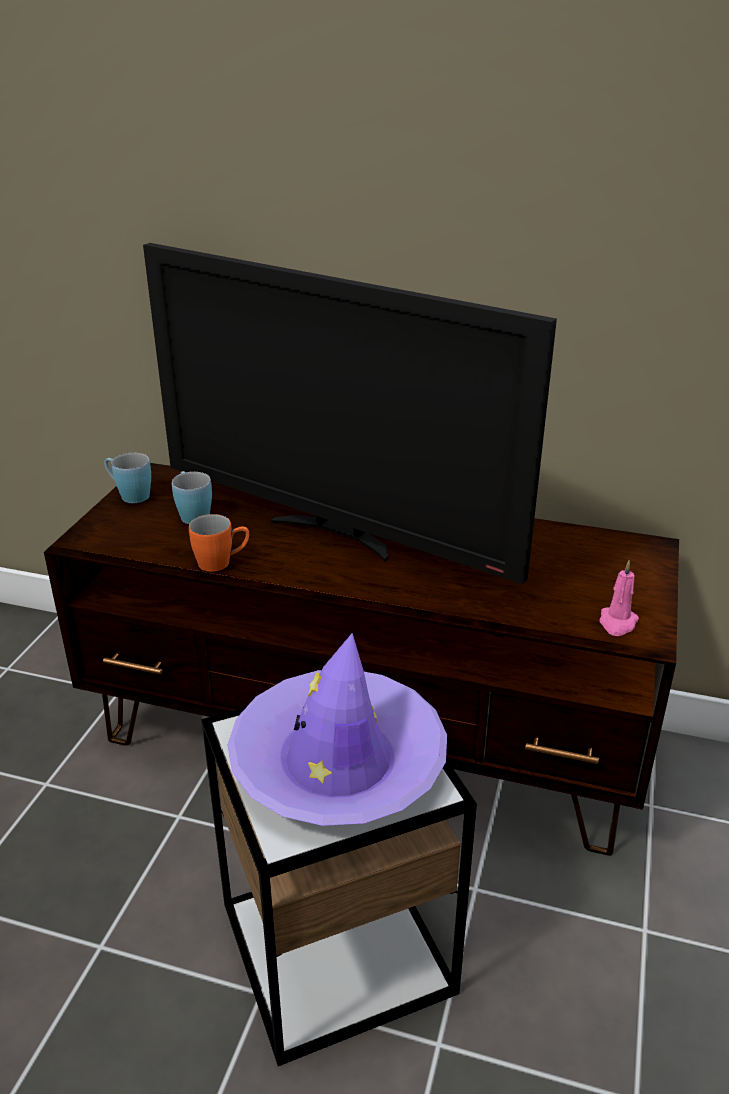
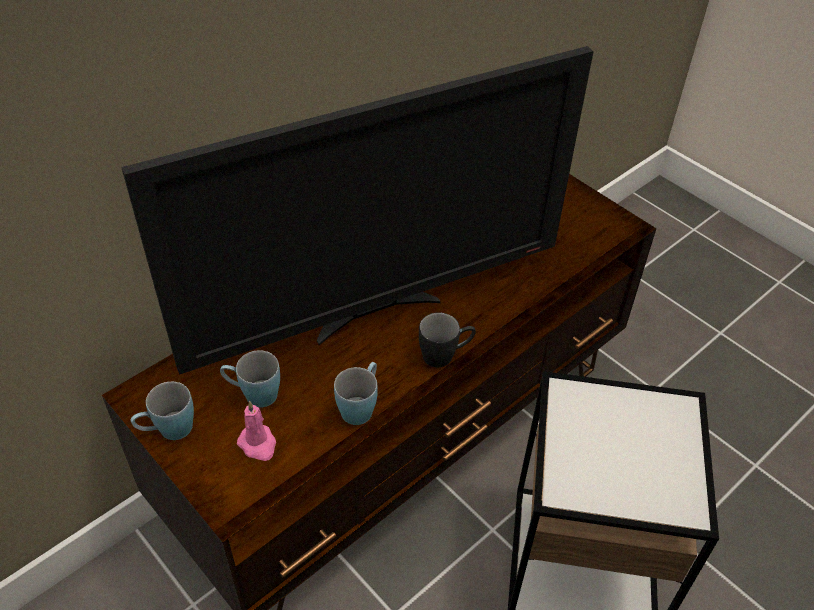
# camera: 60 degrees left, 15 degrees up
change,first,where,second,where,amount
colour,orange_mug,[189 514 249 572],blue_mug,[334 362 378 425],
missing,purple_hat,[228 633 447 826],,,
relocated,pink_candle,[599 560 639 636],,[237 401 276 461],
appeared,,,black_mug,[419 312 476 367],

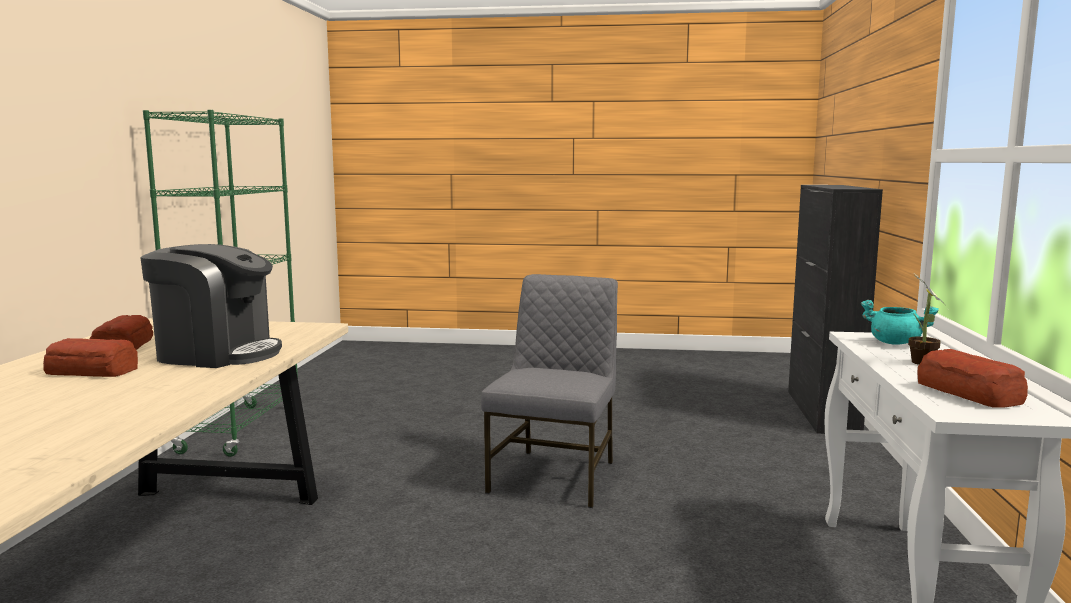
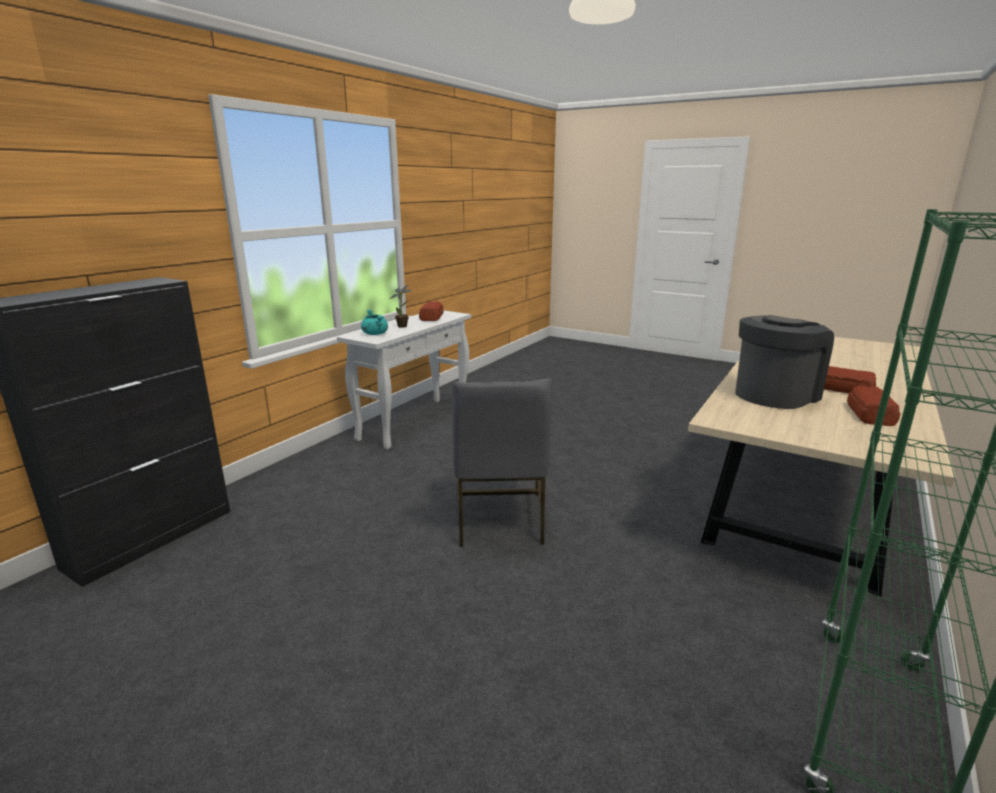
# camera: 155 degrees left, 10 degrees up
change,first,where,second,where,amount
spun,coffee_machine,[140 244 282 368],,[735 315 834 409],105 degrees clockwise
spun,grey_chair,[481 274 618 508],,[452 379 552 547],45 degrees counterclockwise

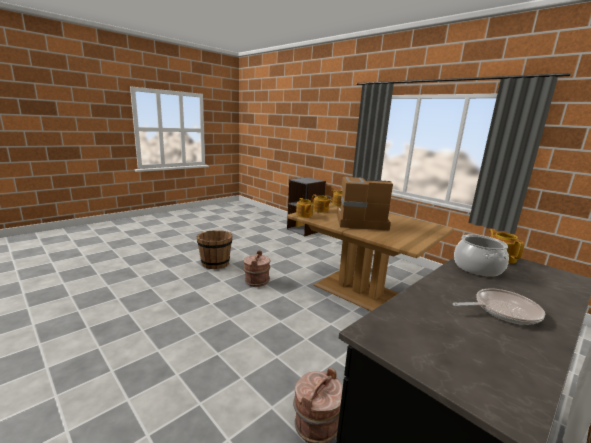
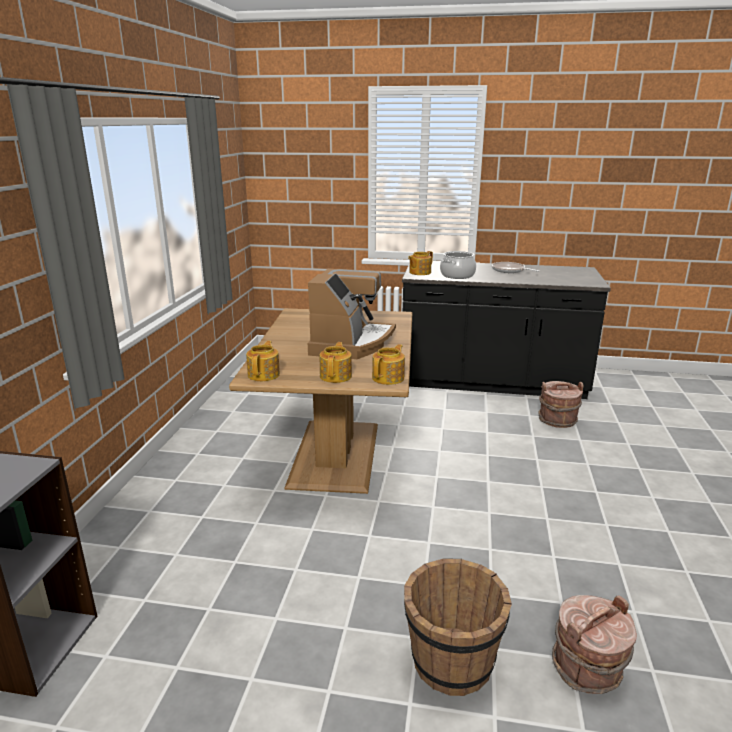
# camera: 125 degrees left, 5 degrees up
change,first,where,second,where,amount
relocated,brown_bucket,[243 251 271 287],,[552 595 637 694],
spun,coffee_machine,[337 177 393 231],,[308 269 396 359],135 degrees counterclockwise

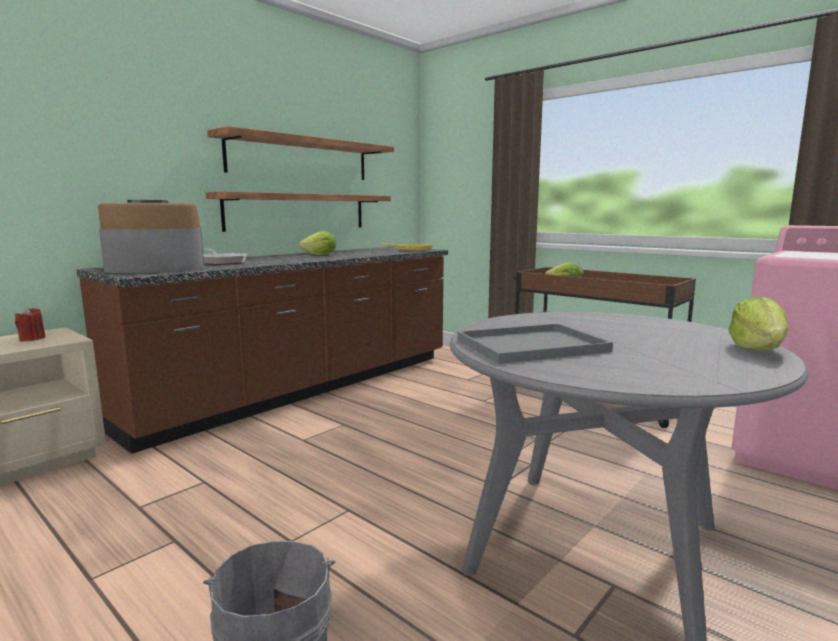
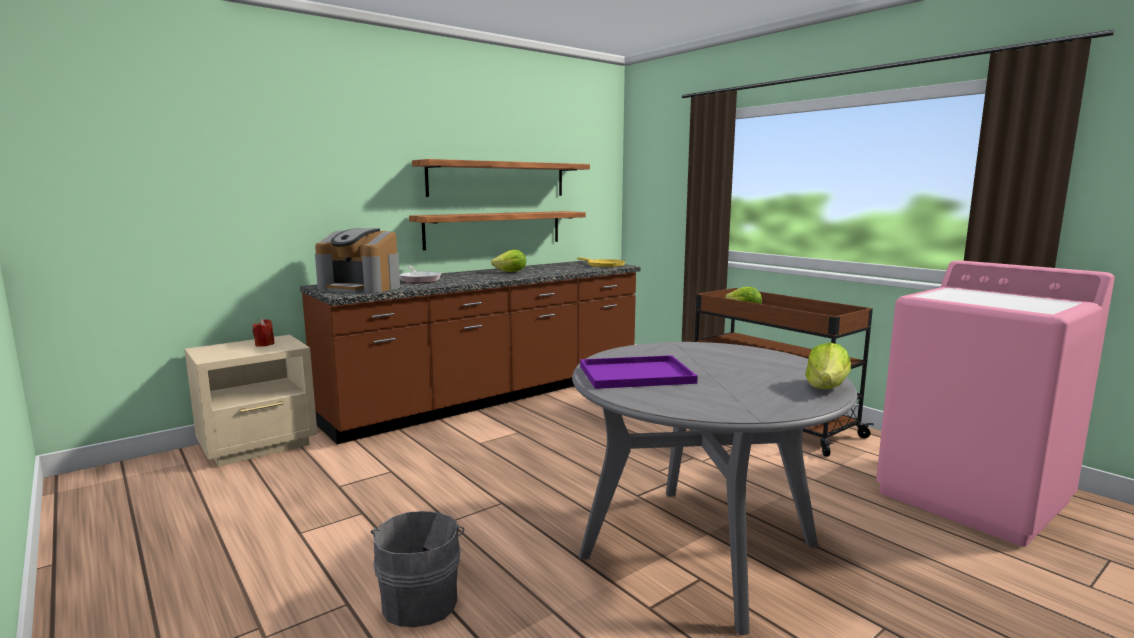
# camera: 10 degrees right, 0 degrees up
change,first,where,second,where,amount
spun,coffee_machine,[98 200 204 273],,[315 228 400 293],150 degrees counterclockwise
colour,grey_tray,[457 323 613 364],purple_tray,[580 355 698 389],

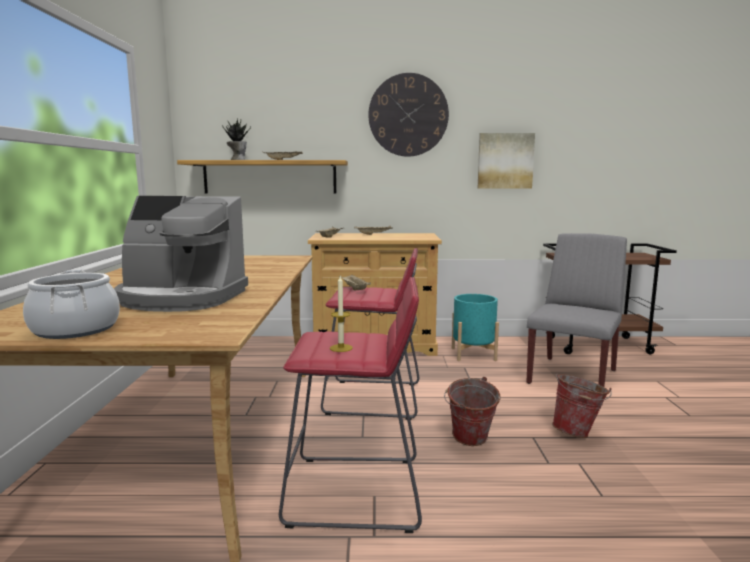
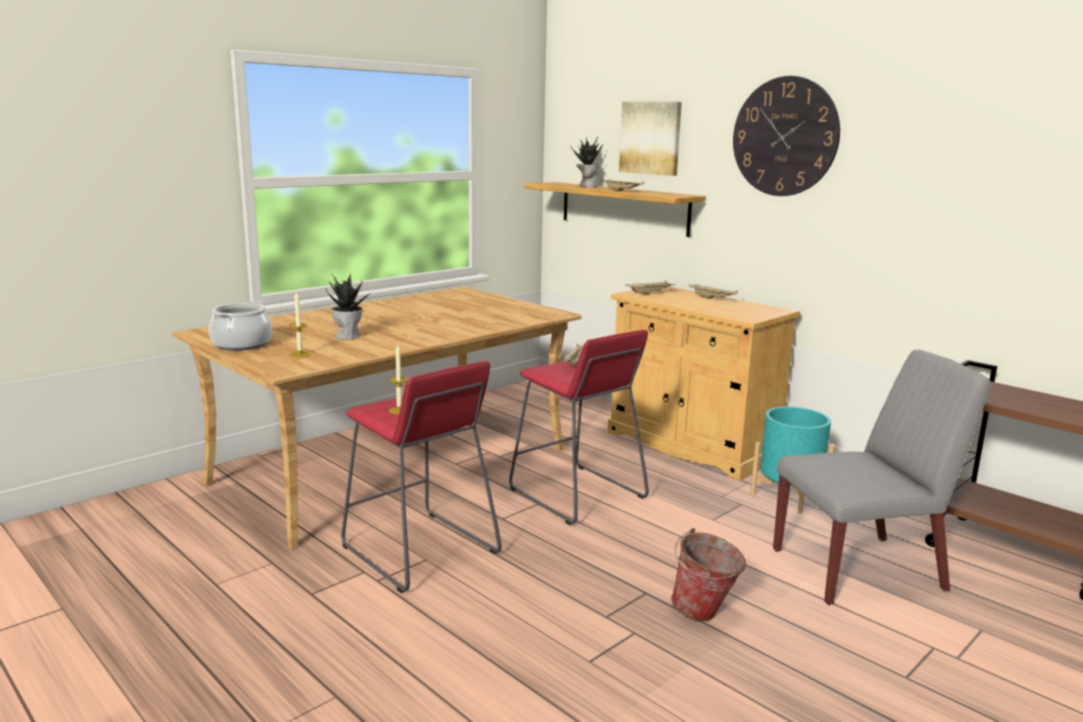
# camera: 45 degrees right, 5 degrees up
change,first,where,second,where,amount
exchanged,coffee_machine,[114 196 248 312],potted_plant,[325 274 373 339],
missing,bucket,[444 377 500 446],,,
relocated,picture,[478 133 535 189],,[619 102 682 176],
appeared,,,candle,[289 292 311 358],

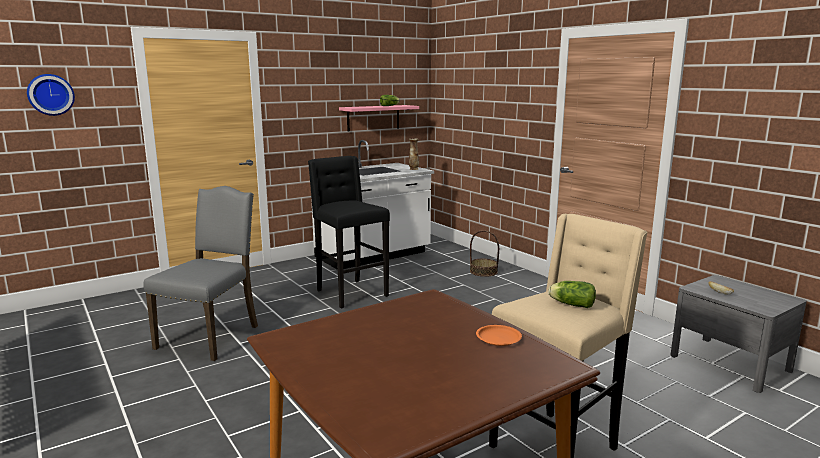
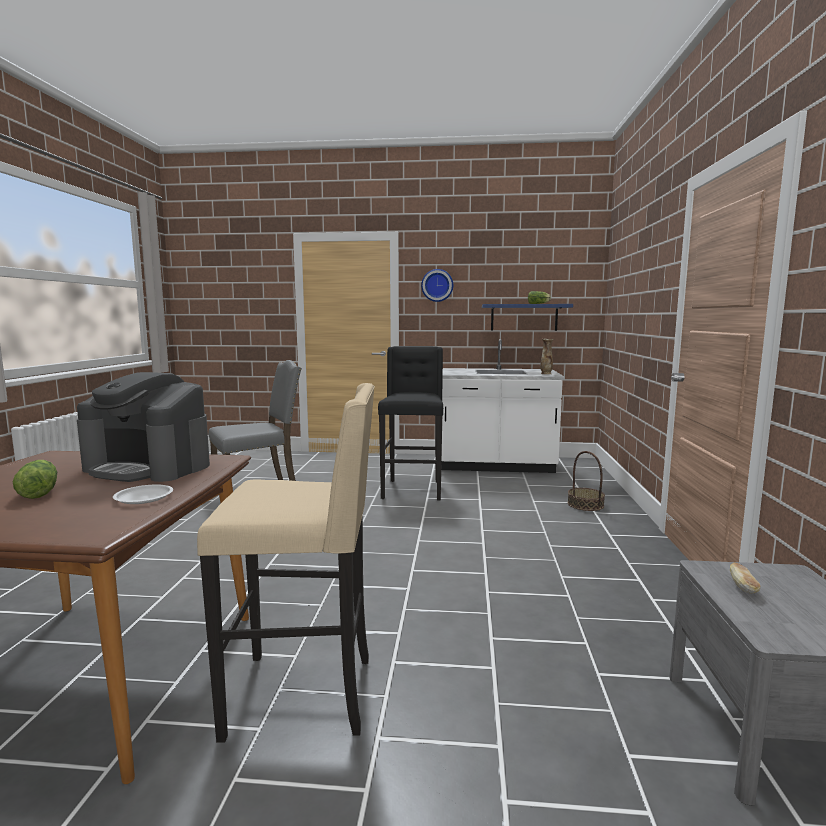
# camera: 40 degrees right, 5 degrees down
change,first,where,second,where,amount
relocated,wall_clock,[27 74 75 116],,[421 269 453 302],
colour,pink_shelf,[339 105 419 132],blue_shelf,[482 304 573 331],
colour,orange_plate,[476 325 522 346],white_plate,[113 485 173 504],
relocated,lettuce,[549 281 596 308],,[13 460 57 499],
appeared,,,coffee_machine,[77 372 210 482],

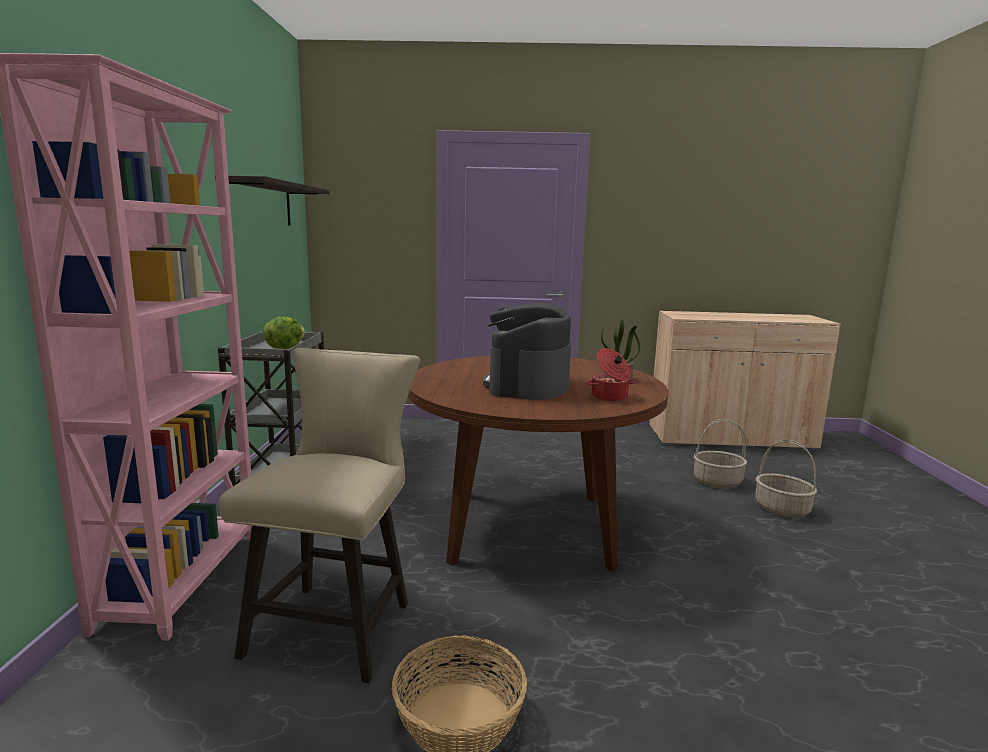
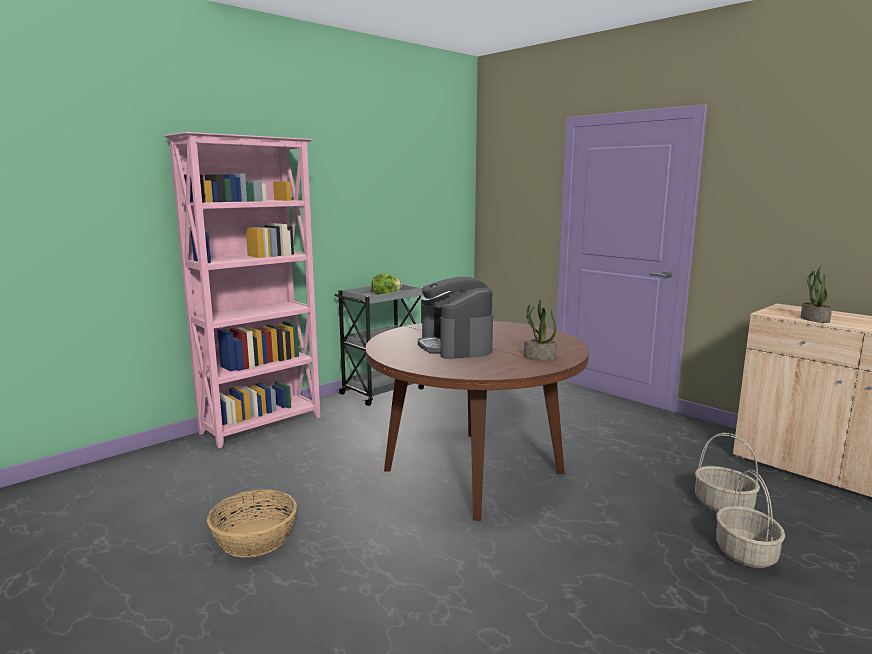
# camera: 45 degrees right, 0 degrees up
change,first,where,second,where,amount
missing,shelf,[215 175 330 226],,,
missing,beige_chair,[219 348 420 683],,,
spun,coffee_machine,[483 303 571 400],,[418 276 493 359],75 degrees counterclockwise
missing,cooking_pot,[586 348 635 402],,,
appeared,,,potted_plant,[801 266 832 323],

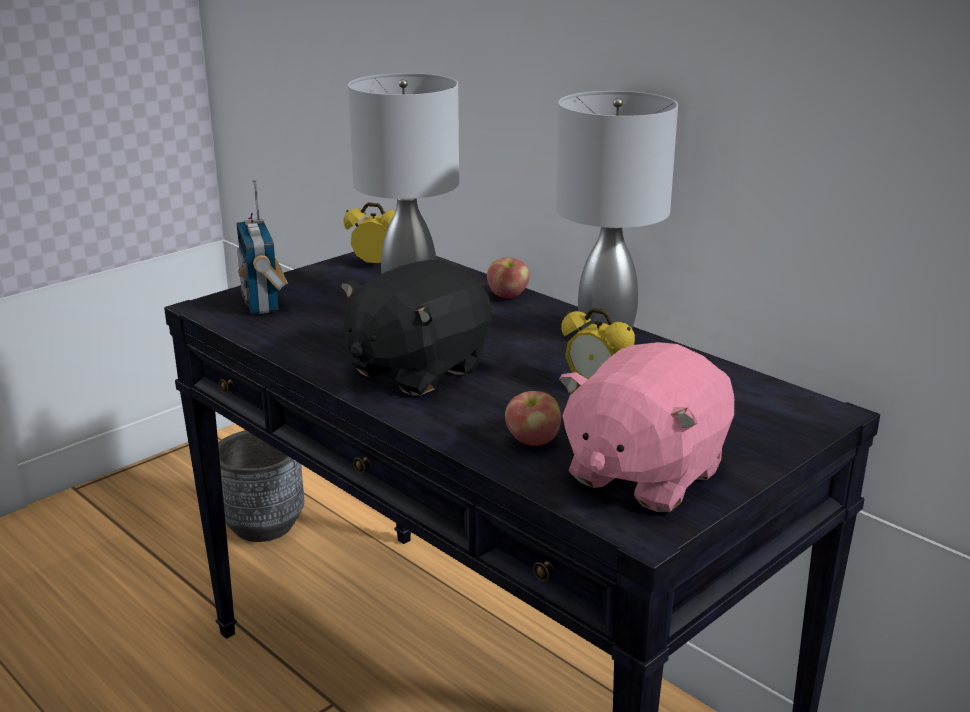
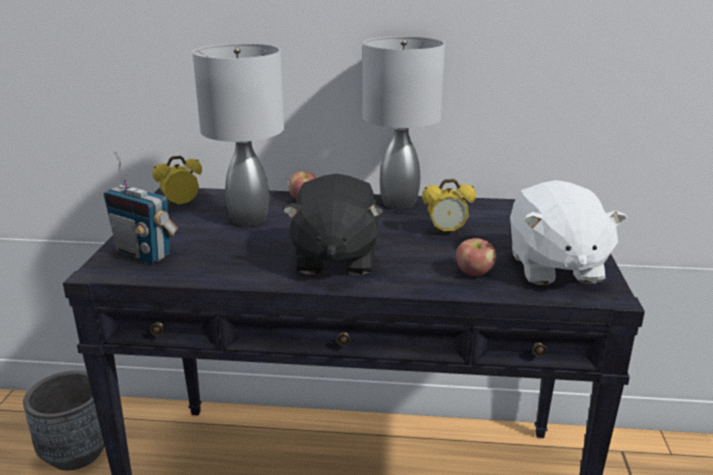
# camera: 40 degrees left, 0 degrees up
change,first,where,second,where,amount
colour,pink_plush_toy,[559 342 734 512],white_plush_toy,[510 180 627 285],

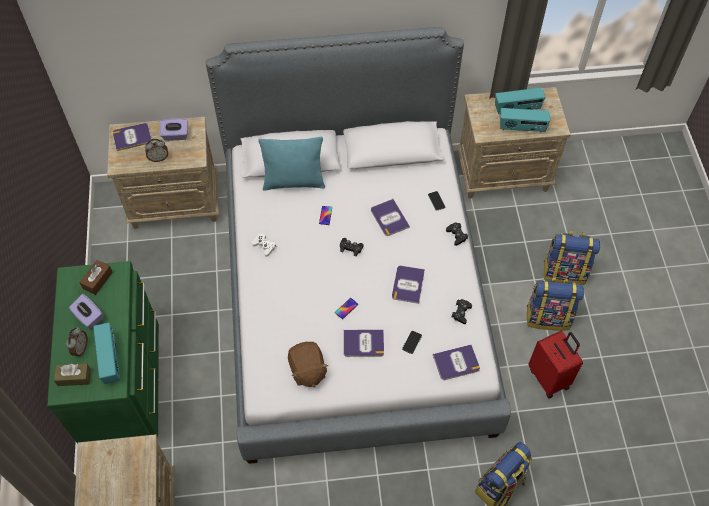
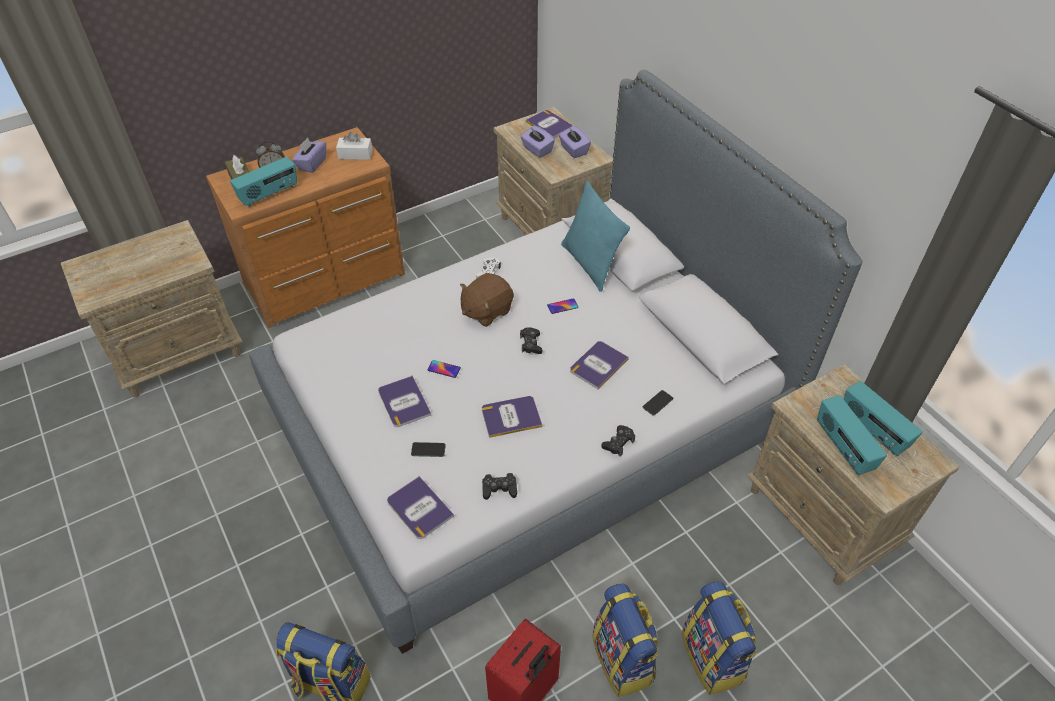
# camera: 65 degrees right, 10 degrees down
change,first,where,second,where,amount
colour,green_dresser,[47 261 159 444],brown_dresser,[206 127 405 328],
colour,brown_tissue_box,[80 260 113 295],white_tissue_box,[336 132 373 160],
exchanged,alarm_clock,[145 139 168 162],purple_tissue_box,[520 126 555 158],
relocated,brown_plush_toy,[288 342 329 388],,[460 273 514 327],

